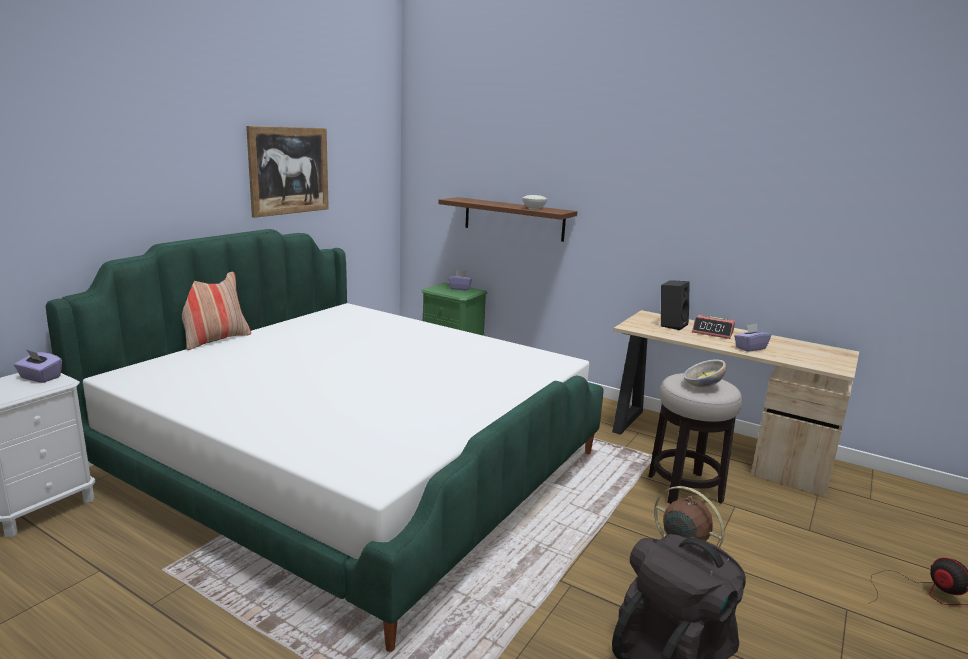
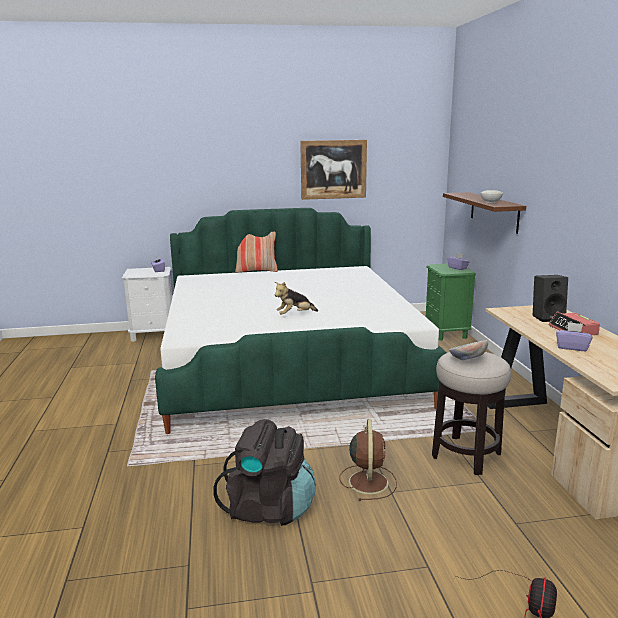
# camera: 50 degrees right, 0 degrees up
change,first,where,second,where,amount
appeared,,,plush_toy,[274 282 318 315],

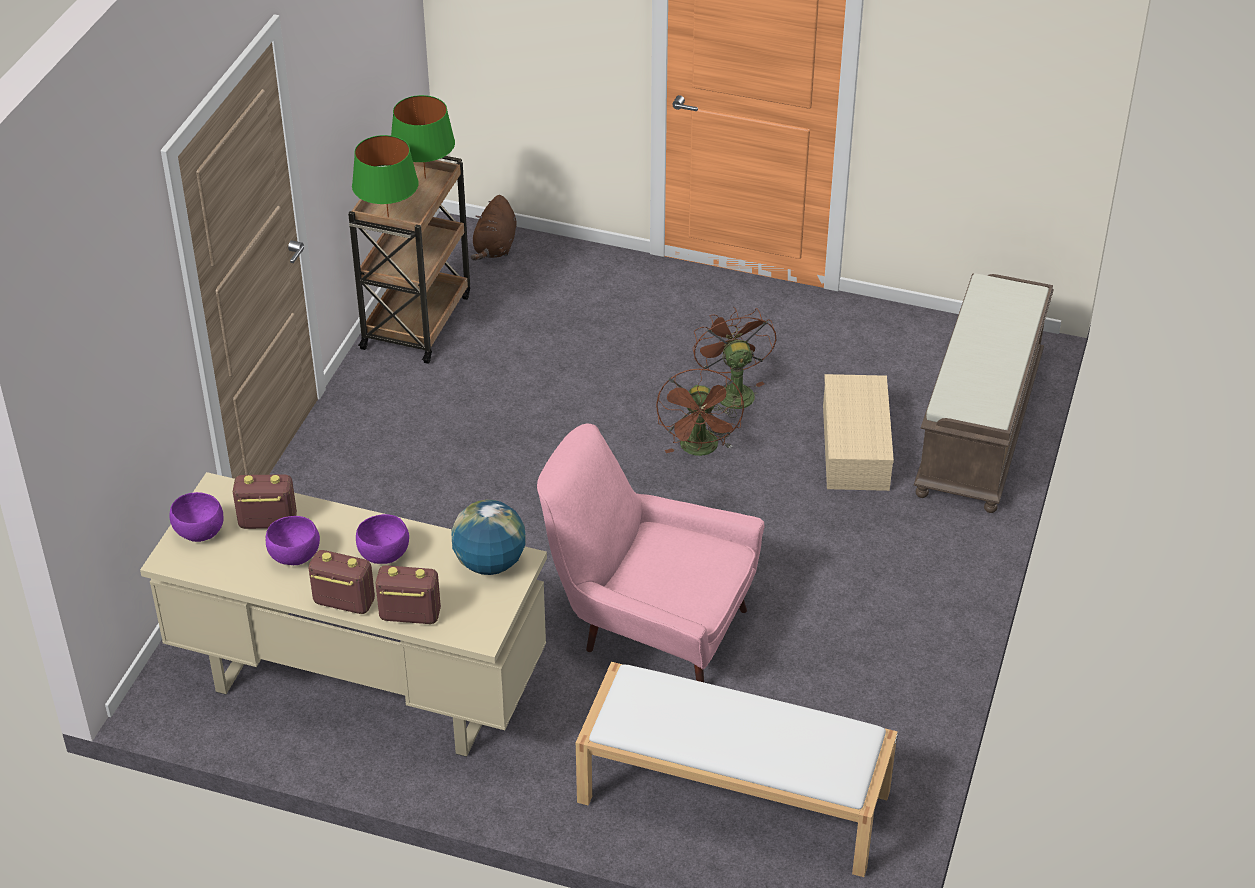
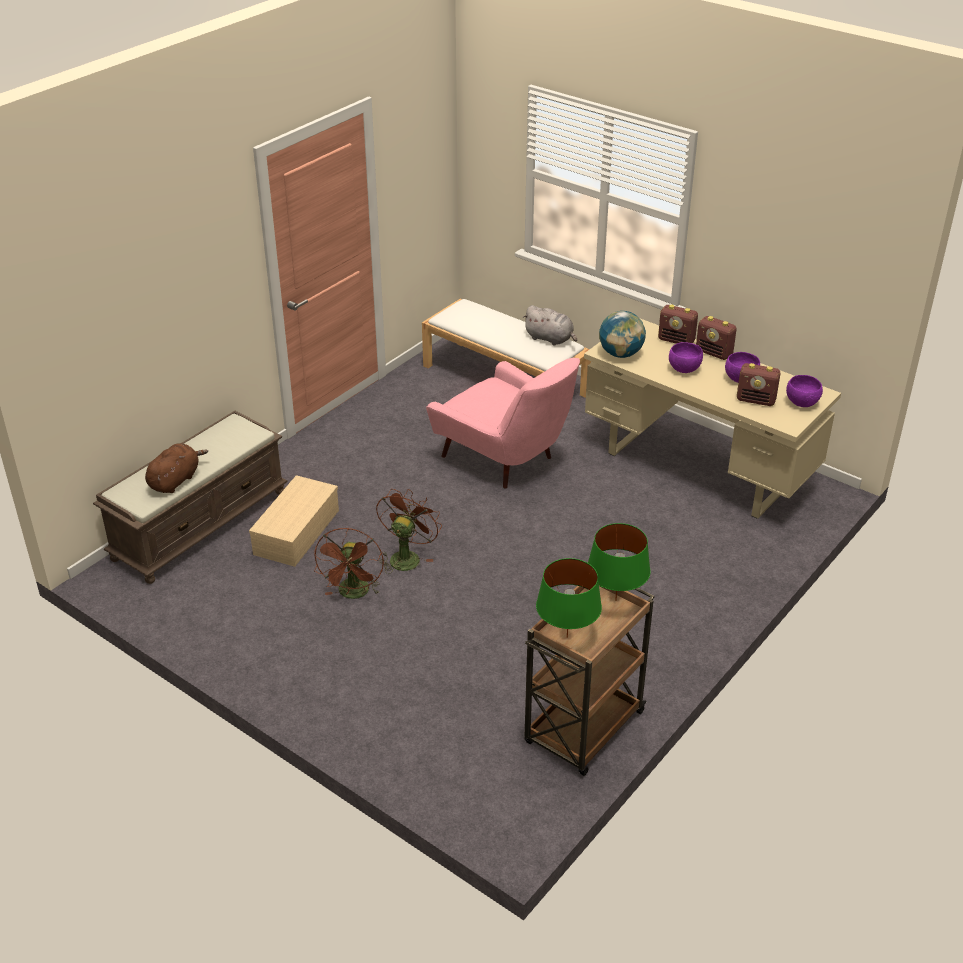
# camera: 160 degrees left, 5 degrees down
change,first,where,second,where,amount
relocated,brown_plush_toy,[471 195 517 260],,[145 443 208 493],
appeared,,,grey_plush_toy,[523 305 577 346],

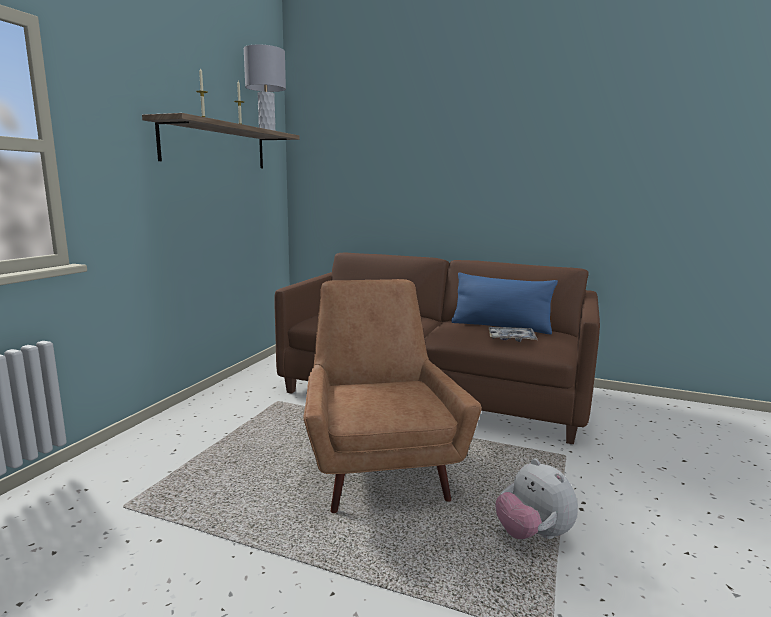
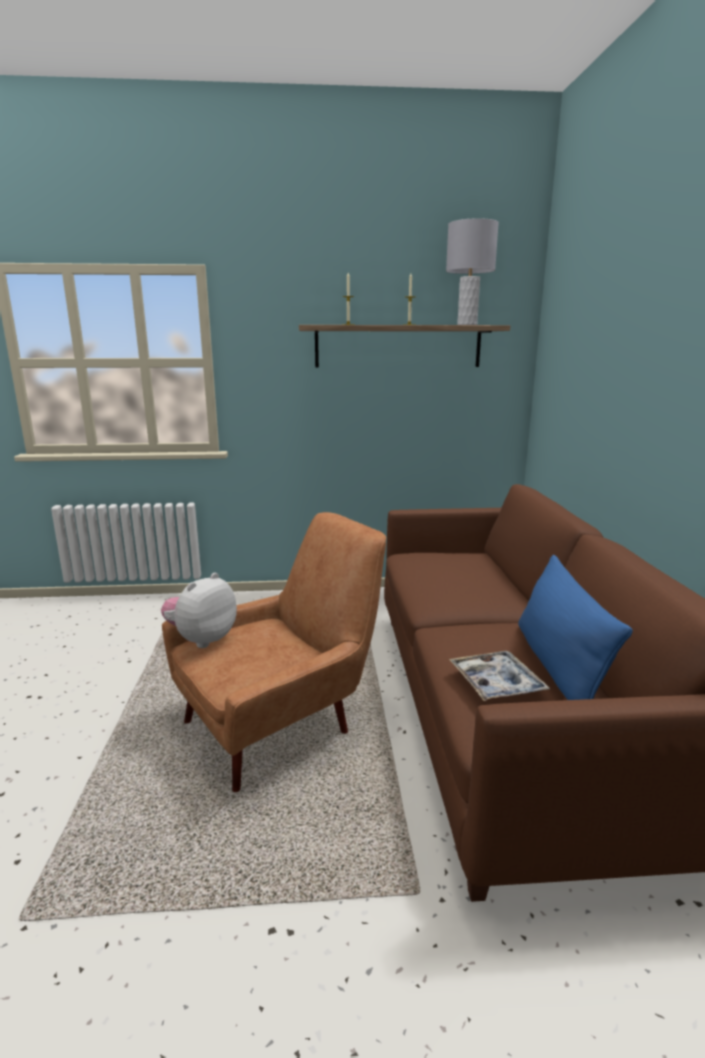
# camera: 65 degrees right, 5 degrees up
change,first,where,second,where,amount
relocated,plush_toy,[496 458 578 539],,[161 573 237 648],

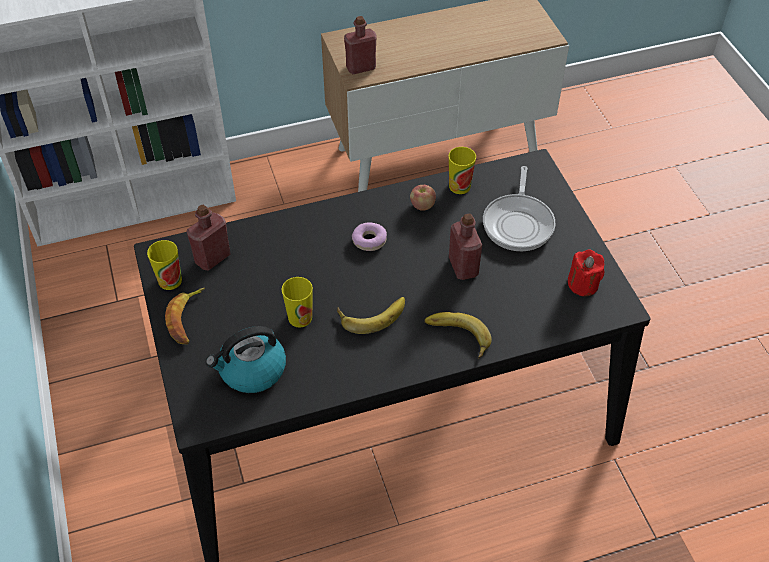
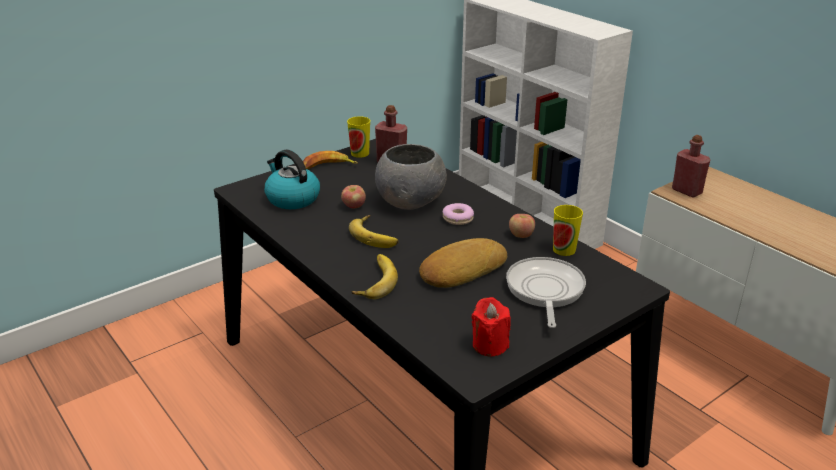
# camera: 70 degrees right, 20 degrees down
change,first,where,second,where,amount
exchanged,cup,[281 277 313 327],apple,[341 185 366 208],
exchanged,red_bottle,[449 214 482 280],bread,[419 238 507 288],
spun,frying_pan,[483 166 555 251],,[506 257 586 328],105 degrees clockwise
appeared,,,grey_bowl,[375 144 447 210],

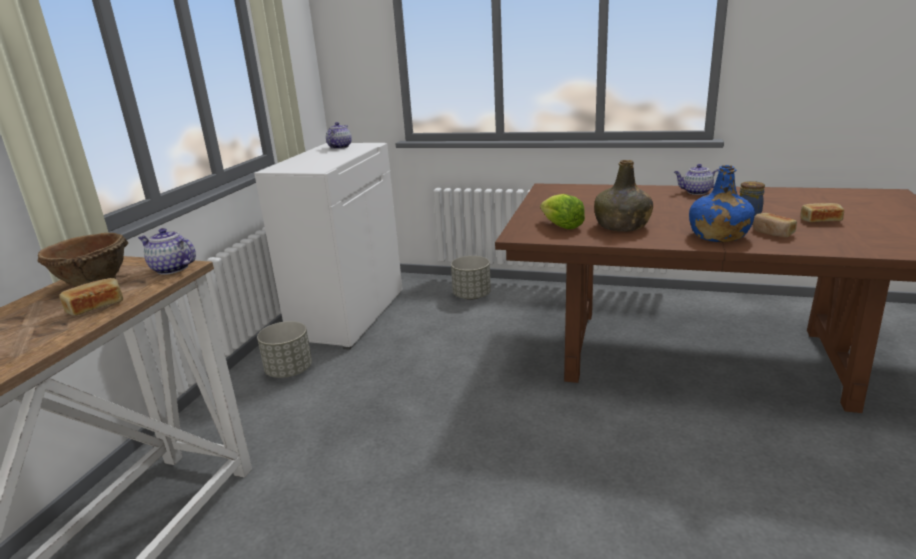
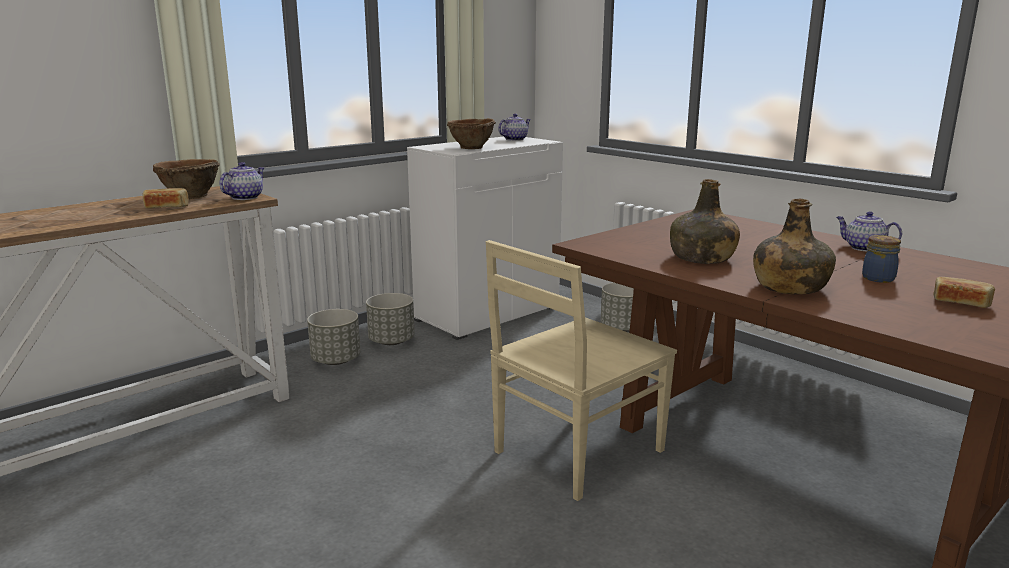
# camera: 30 degrees right, 5 degrees down
change,first,where,second,where,amount
spun,teapot,[138 228 196 275],,[220 162 264 200],60 degrees clockwise
missing,lettuce,[540 194 585 229],,,
colour,blue_bottle,[689 165 755 242],green_bottle,[753 199 836 294],
missing,bread,[753 213 797 237],,,
appeared,,,grey_planter,[307 309 361 365],
appeared,,,brown_bowl,[447 118 496 149],
appeared,,,beige_chair,[486 240 677 501],

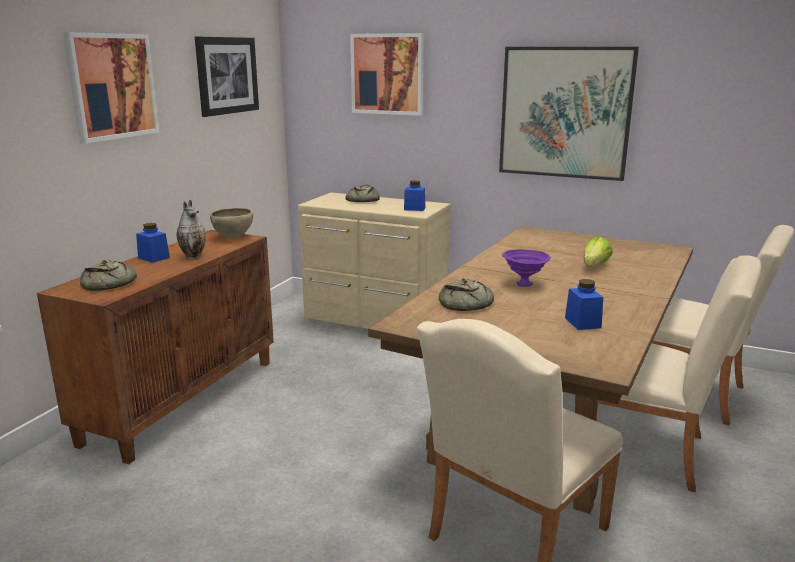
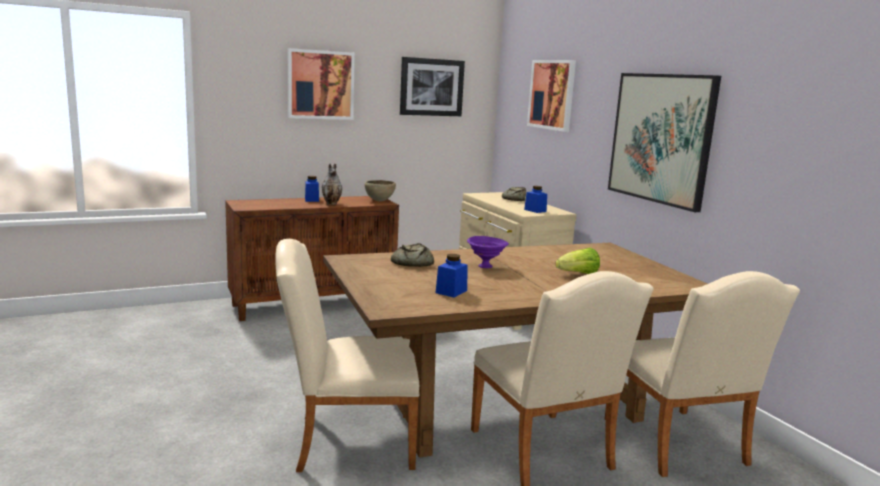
# camera: 40 degrees right, 5 degrees down
change,first,where,second,where,amount
missing,bread,[80 260 137 291],,,

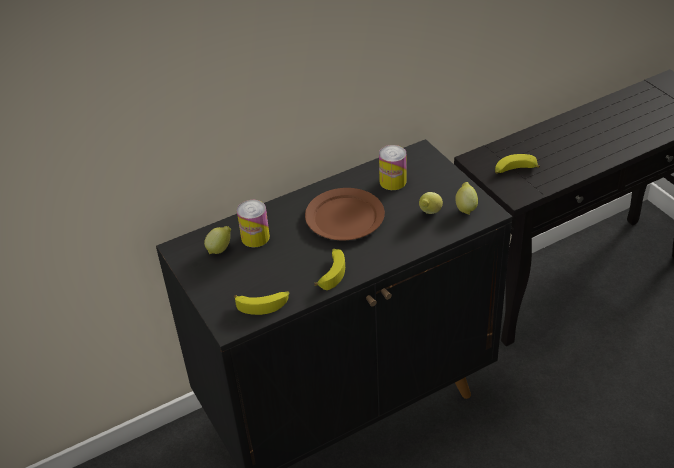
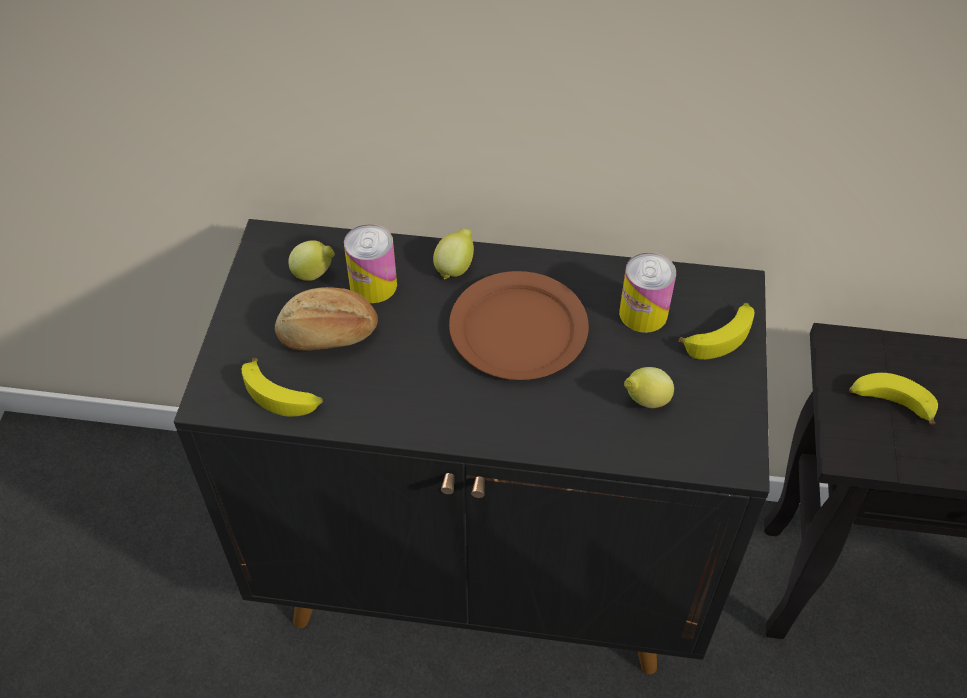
# camera: 35 degrees right, 10 degrees up
change,first,where,second,where,amount
relocated,banana,[314 249 345 290],,[678 303 754 360],
relocated,lemon,[455 182 478 215],,[433 229 474 280],
appeared,,,bread,[275 287 378 351],

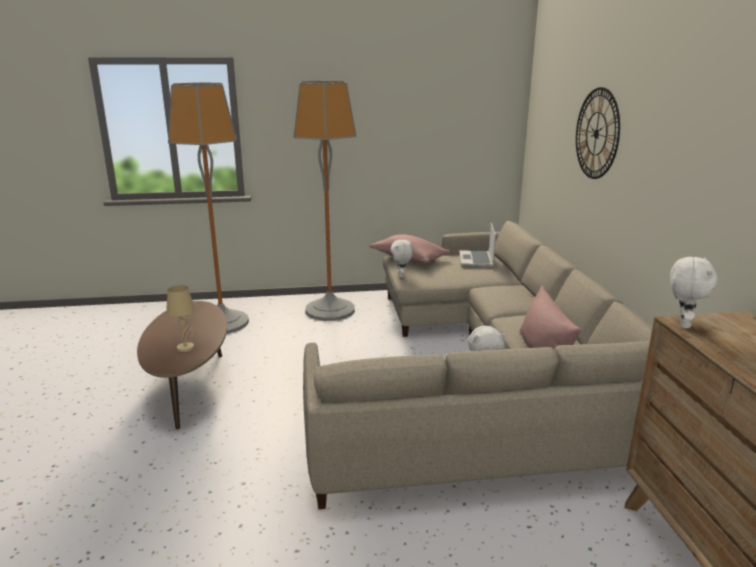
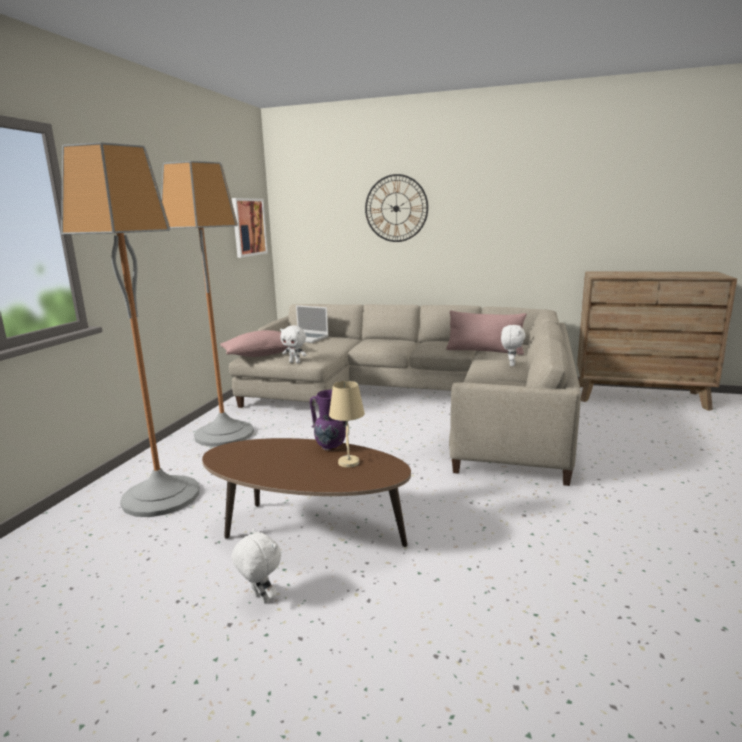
# camera: 65 degrees left, 5 degrees down
change,first,where,second,where,amount
relocated,white_plush_toy,[670 257 718 329],,[232 529 281 604],
appeared,,,picture,[232 198 268 258],
appeared,,,purple_vase,[310 390 346 451],

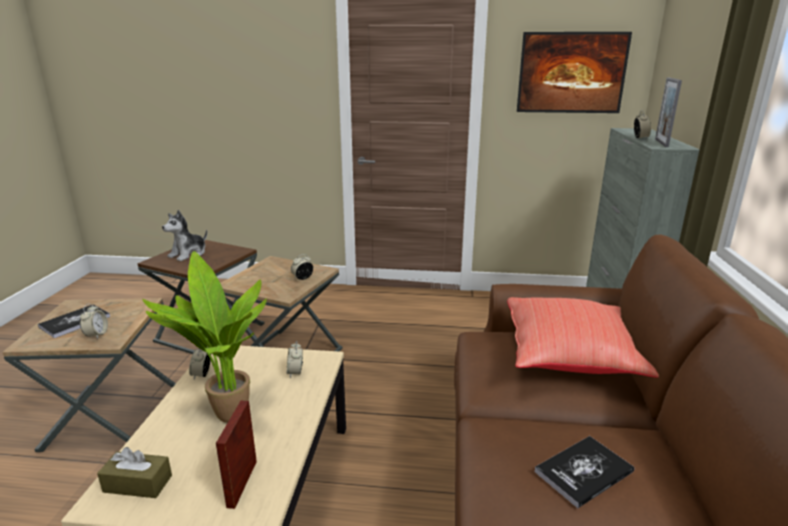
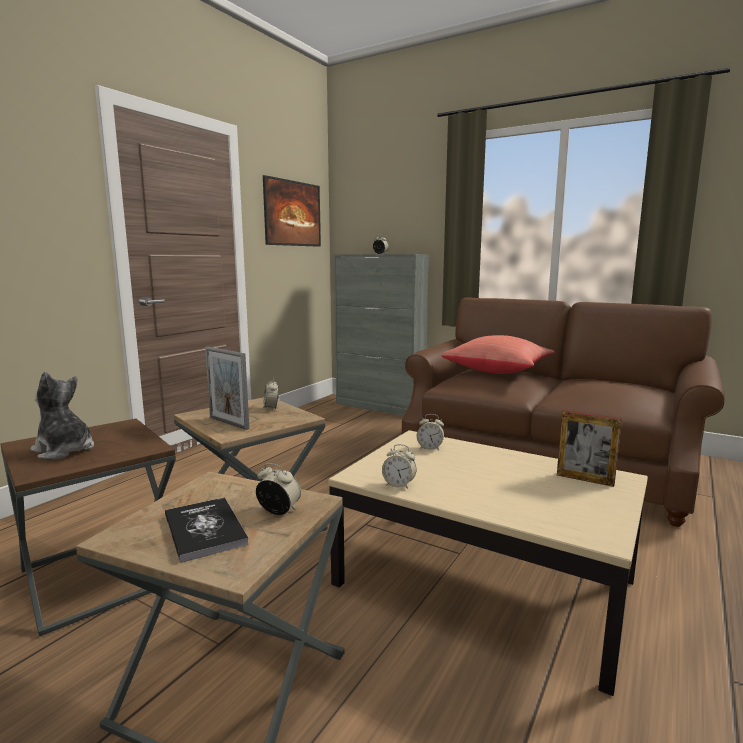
# camera: 65 degrees left, 10 degrees down
change,first,where,second,where,amount
missing,brown_tissue_box,[97 447 172 498],,,
missing,potted_plant,[142 251 267 423],,,
spun,plush_toy,[162 210 207 261],,[30 371 94 460],150 degrees clockwise
missing,book,[534 436 634 508],,,
relocated,picture_frame,[655 78 682 147],,[205 347 249 430],

